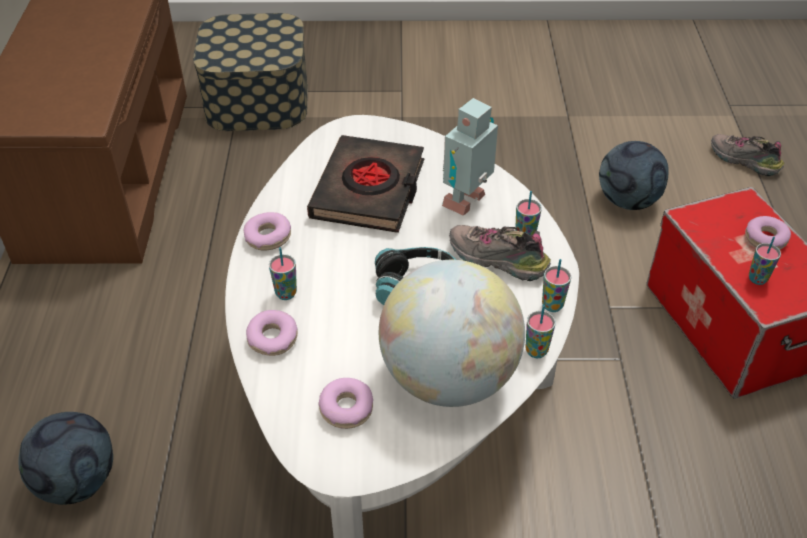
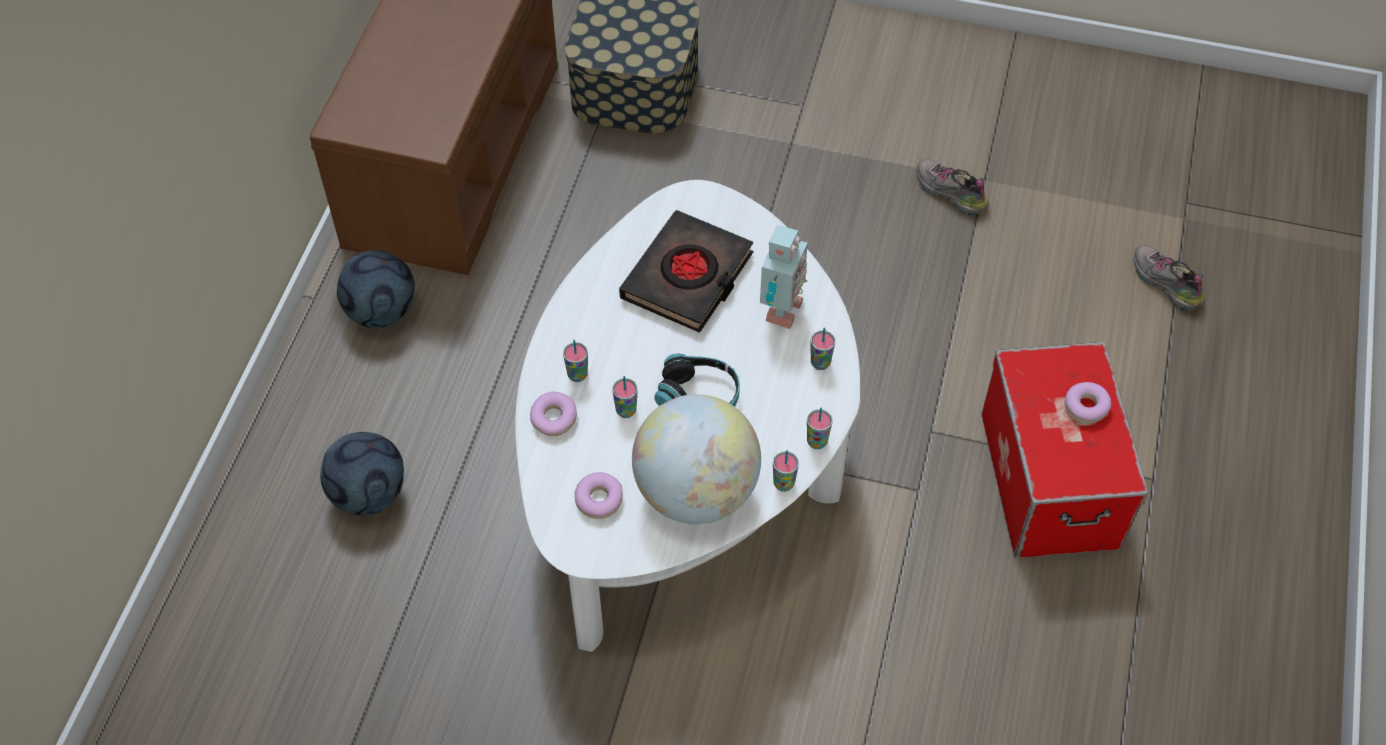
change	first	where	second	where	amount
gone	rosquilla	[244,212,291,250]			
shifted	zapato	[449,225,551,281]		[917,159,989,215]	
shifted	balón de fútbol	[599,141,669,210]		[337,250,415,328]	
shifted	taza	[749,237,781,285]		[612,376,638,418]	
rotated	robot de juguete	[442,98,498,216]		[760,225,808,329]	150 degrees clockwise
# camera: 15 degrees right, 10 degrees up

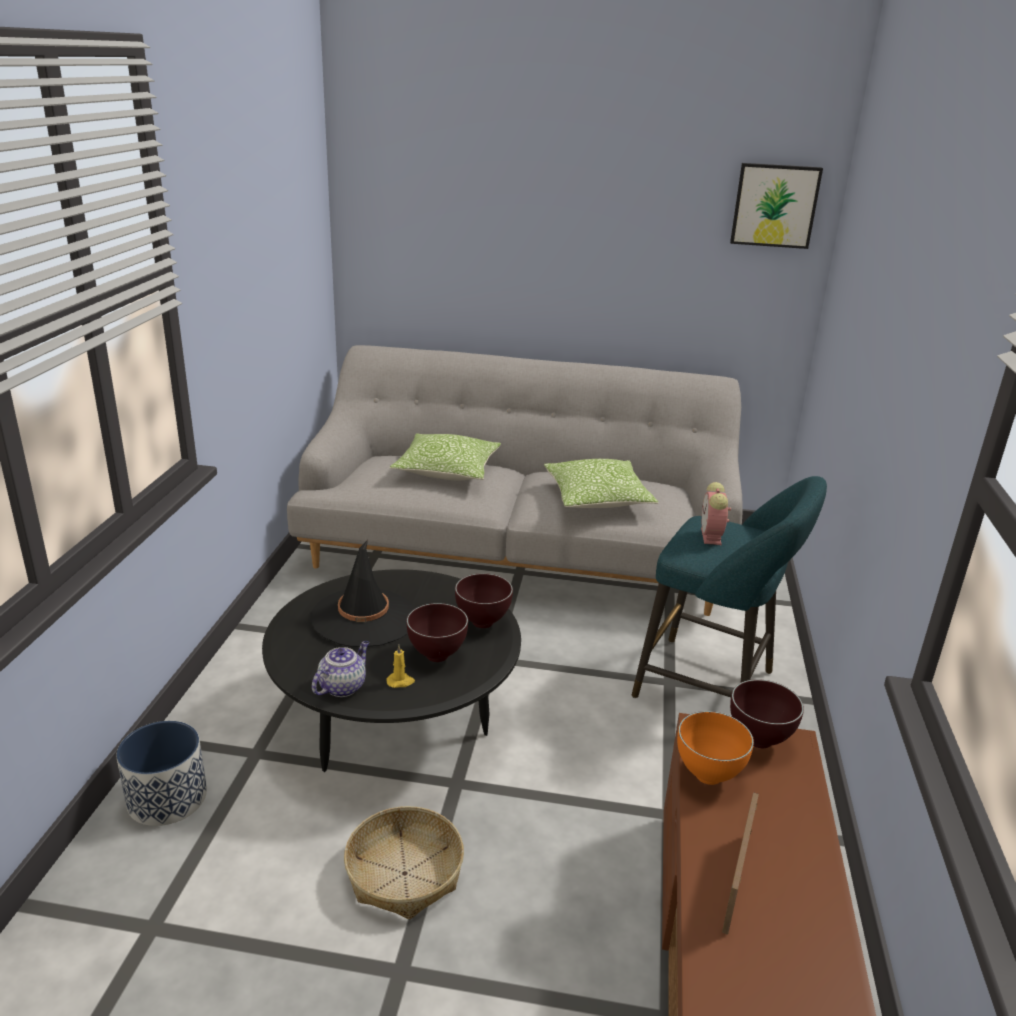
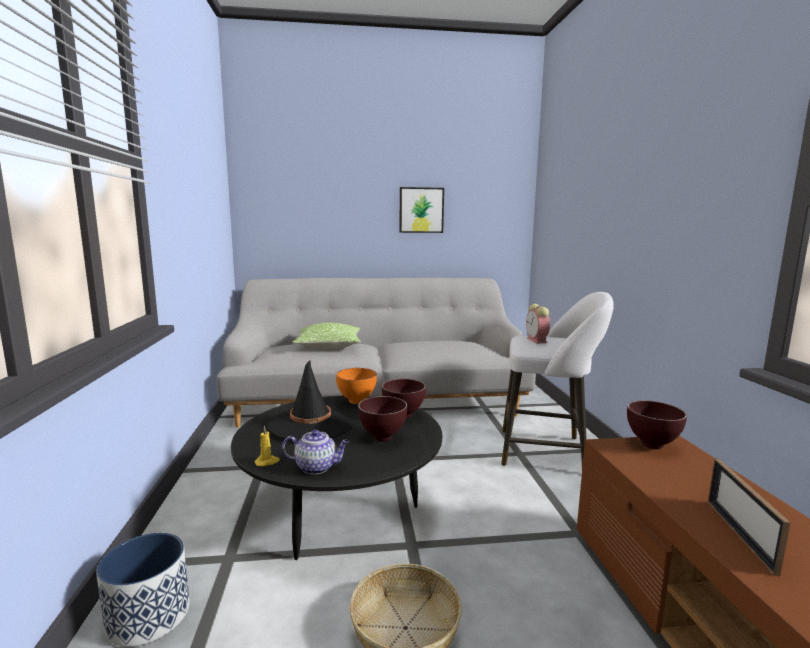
change	first	where	second	where	amount
gone	cojín	[544,459,658,508]			
shifted	vela (amarillo)	[387,645,415,688]		[255,425,280,466]	
shifted	cuenco (naranja)	[677,711,754,785]		[336,368,377,404]	
shifted	cuadro	[730,163,823,249]		[400,187,444,233]	
repainted	taburete (turquesa)	[632,476,827,698]	taburete (blanco)	[501,292,614,466]	
rotated	tetera	[312,641,369,697]		[282,430,349,474]	75 degrees clockwise
# camera: 15 degrees left, 15 degrees down

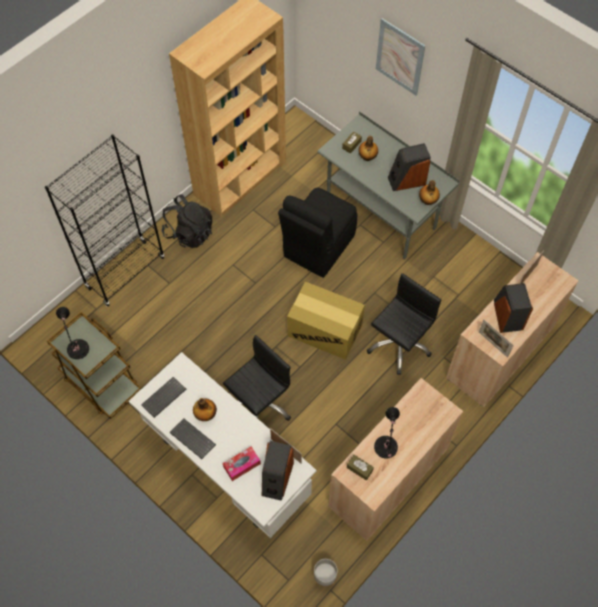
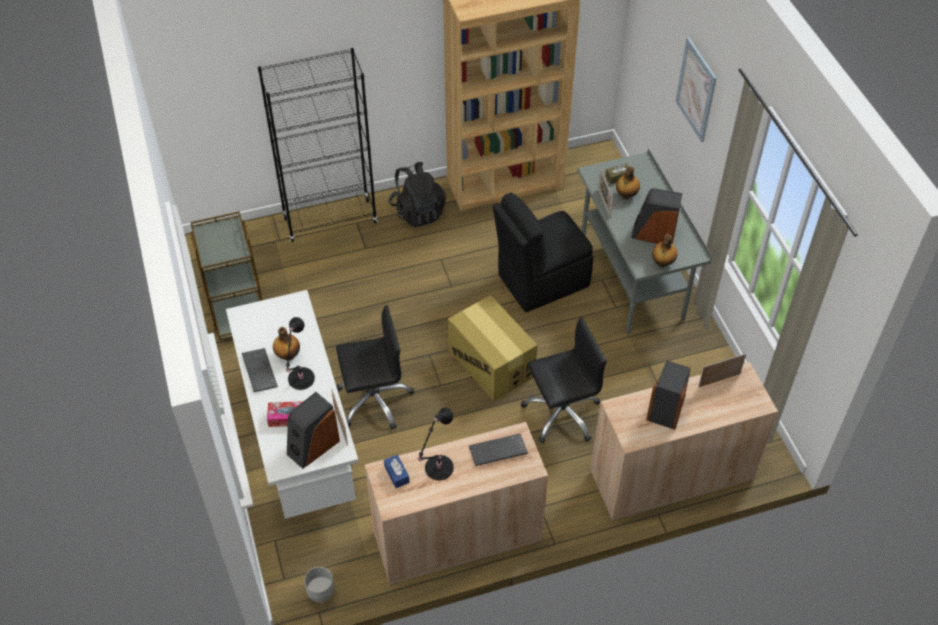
change	first	where	second	where	amount
shifted	lámpara de mesa (negro)	[56,307,89,359]		[286,317,315,390]	
shifted	teclado	[141,377,186,418]		[469,434,528,466]	
shifted	portarretratos	[479,320,514,358]		[598,168,613,218]	
repainted	caja de pañuelos (marrón)	[347,455,374,480]	caja de pañuelos (azul)	[384,454,410,488]	
# camera: 30 degrees right, 10 degrees down

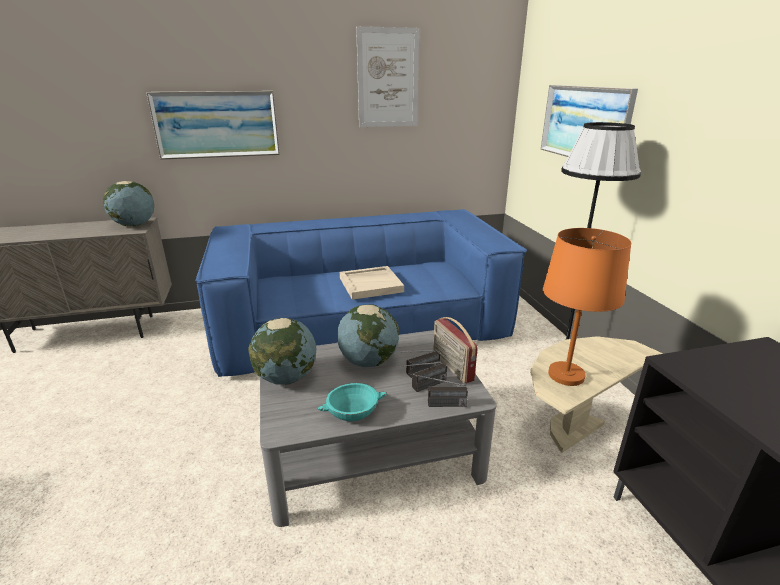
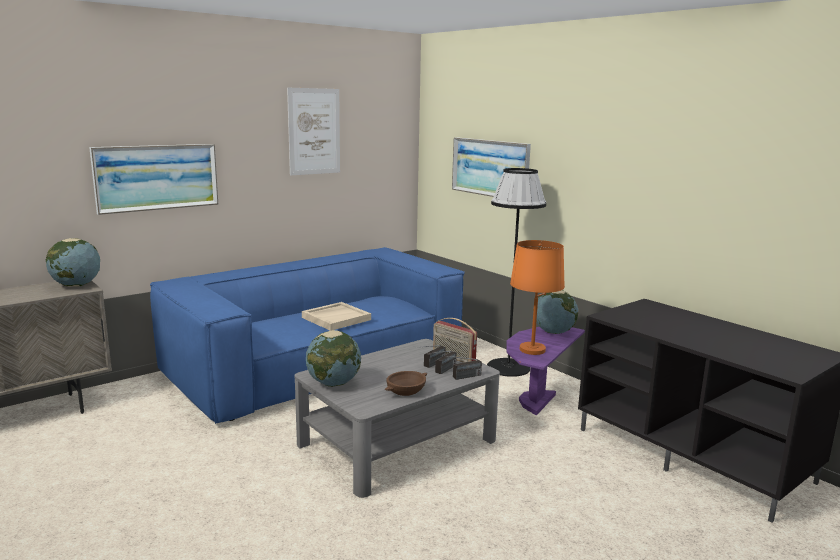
change	first	where	second	where	amount
shifted	globo terráqueo	[337,305,399,367]		[533,290,578,334]	
repainted	cuenco (turquesa)	[317,383,387,421]	cuenco (marrón)	[385,371,427,396]	
repainted	mesa auxiliar (beis)	[530,336,663,453]	mesa auxiliar (morado)	[507,327,585,415]	
# camera: 25 degrees left, 10 degrees down

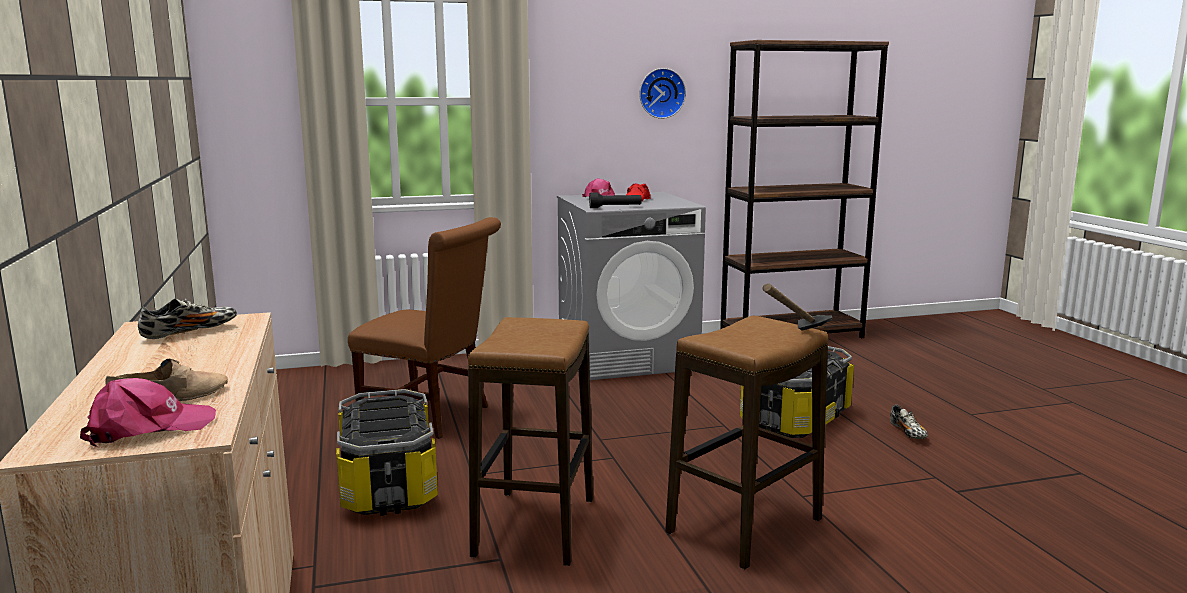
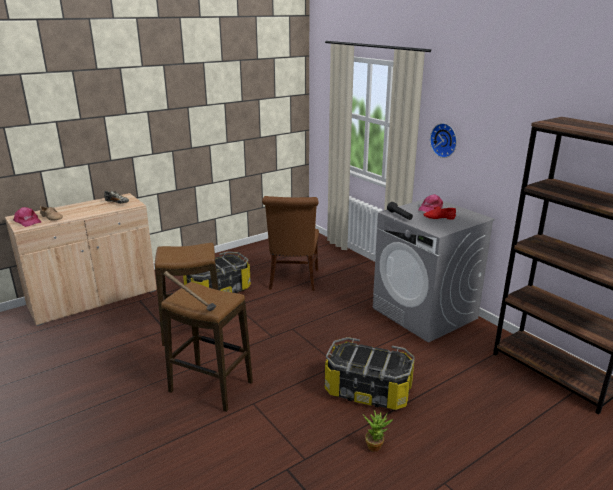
change	first	where	second	where	amount
shifted	reloj de pared	[639,68,686,119]		[430,123,457,158]	
swapped	zapato	[890,405,928,439]	planta en maceta	[362,410,393,452]	
# camera: 70 degrees right, 10 degrees up

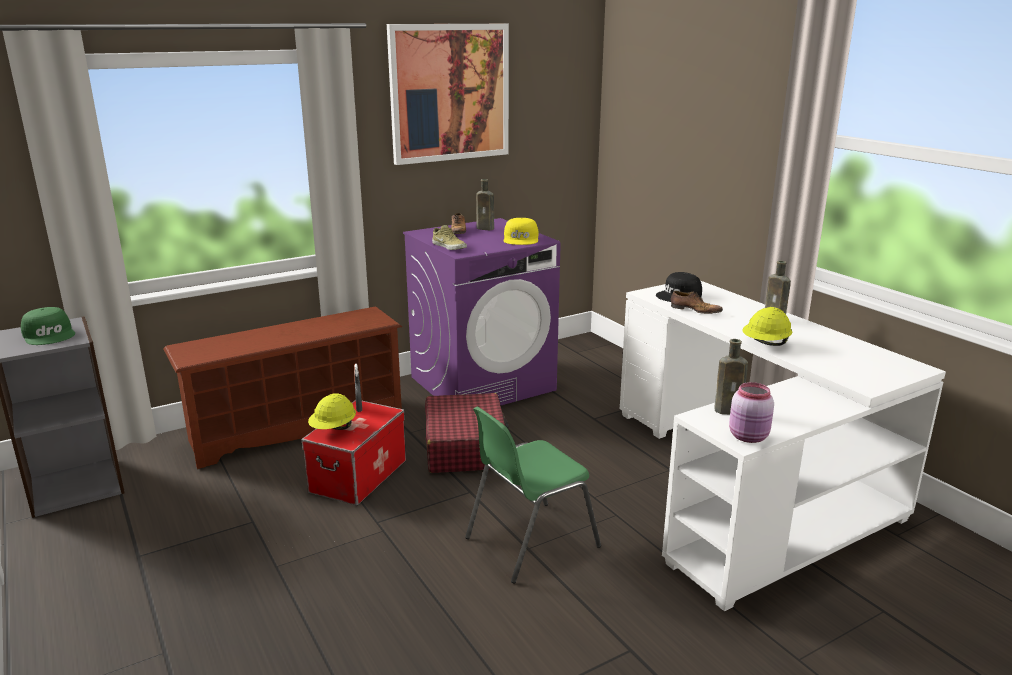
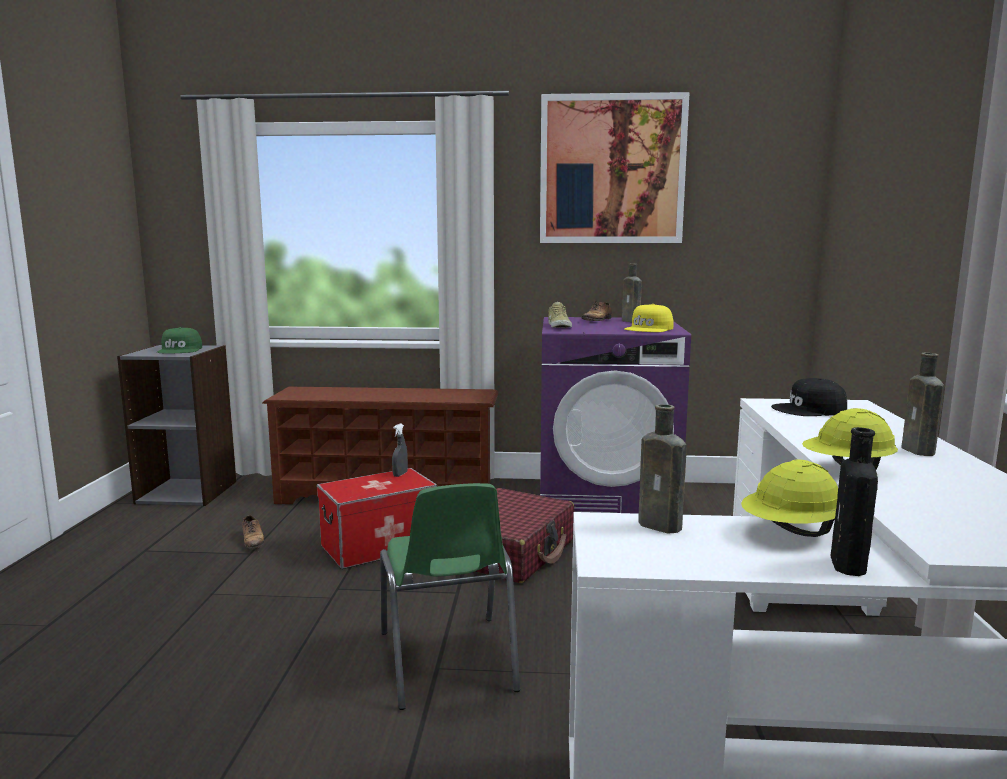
change	first	where	second	where	amount
gone	tarro (rosa)	[729,382,774,443]			
new			botella (negro)	[831,427,878,576]	
shifted	casco (amarillo)	[308,393,356,430]		[741,460,838,537]	
shifted	zapato	[671,291,723,314]		[242,515,265,549]	
rotated	silla (verde)	[465,407,601,583]		[380,483,520,710]	105 degrees counterclockwise
# camera: 35 degrees right, 10 degrees down

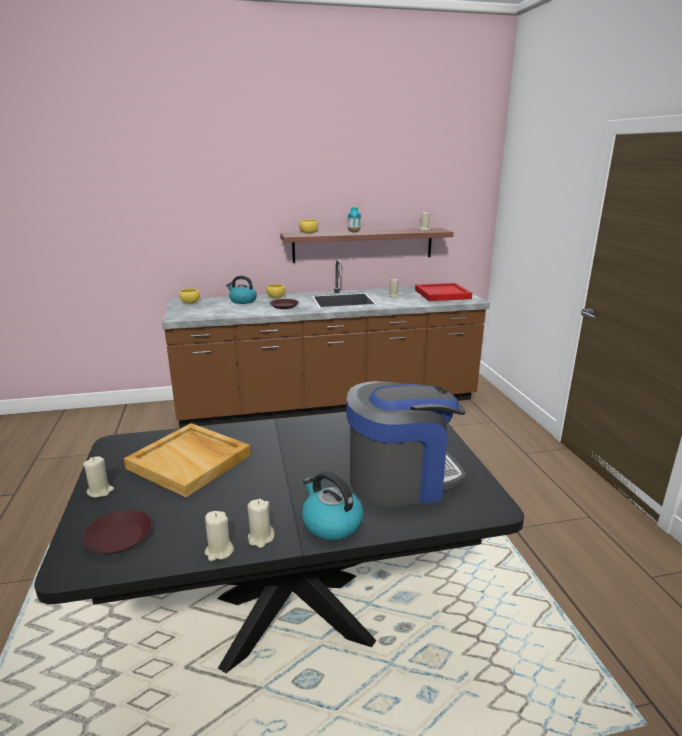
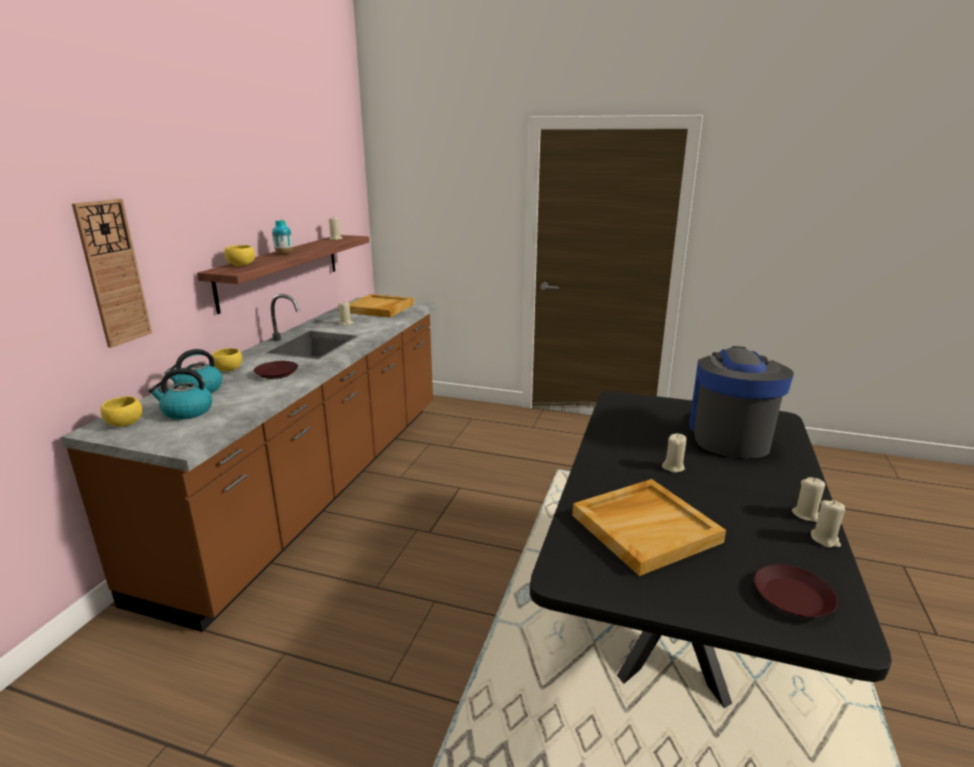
change	first	where	second	where	amount
new			reloj de pared	[72,199,152,348]	
shifted	vela (beis)	[83,456,114,498]		[662,433,687,473]	
shifted	hervidor	[302,471,363,540]		[148,368,212,420]	
repainted	bandeja (rojo)	[415,283,472,301]	bandeja (beis)	[349,294,414,317]	
# camera: 60 degrees left, 0 degrees up

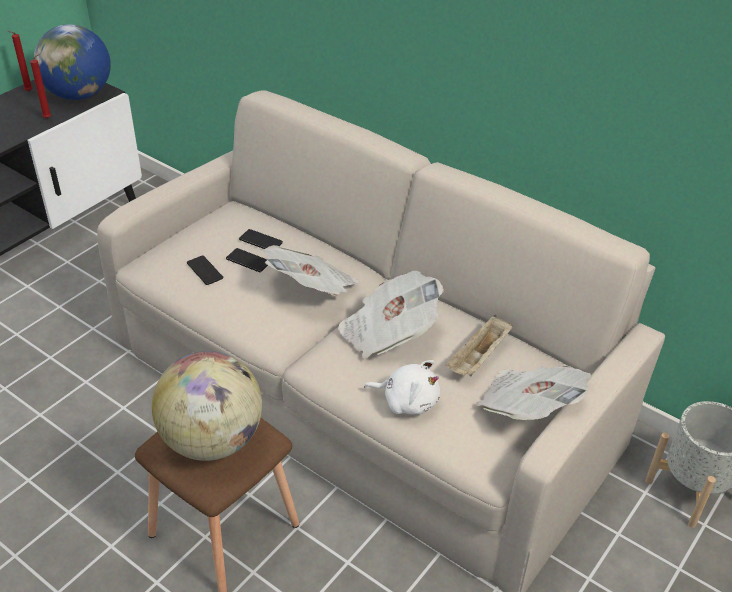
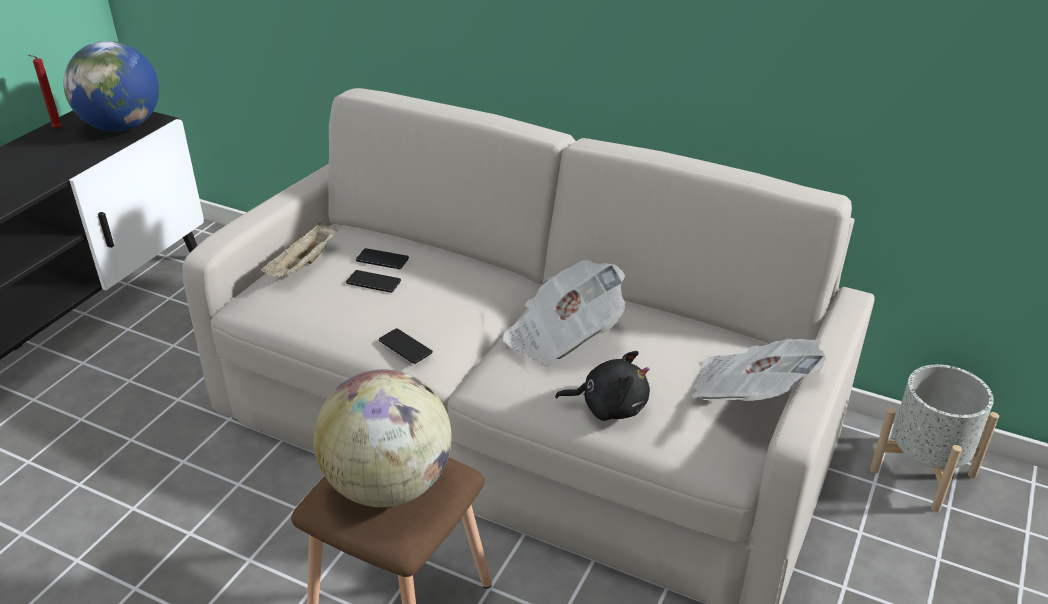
change	first	where	second	where	amount
gone	vela (rojo)	[30,54,51,119]			
gone	periódico	[263,245,360,296]			
shifted	móvil	[187,255,223,285]		[379,328,433,364]	
shifted	bandeja (beis)	[445,315,513,376]		[261,222,338,277]	
repainted	peluche (blanco)	[364,360,440,415]	peluche (negro)	[555,351,650,421]	
# camera: 10 degrees left, 5 degrees down

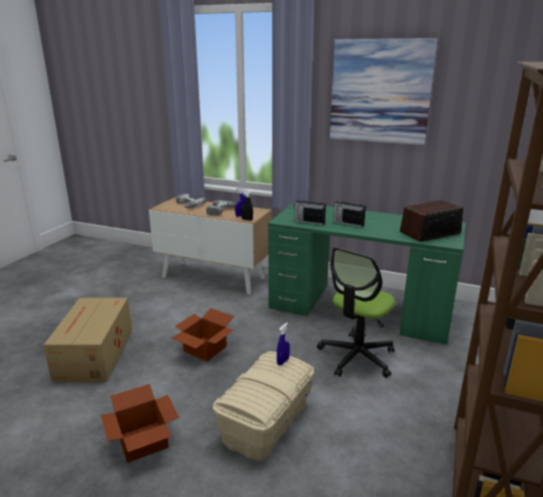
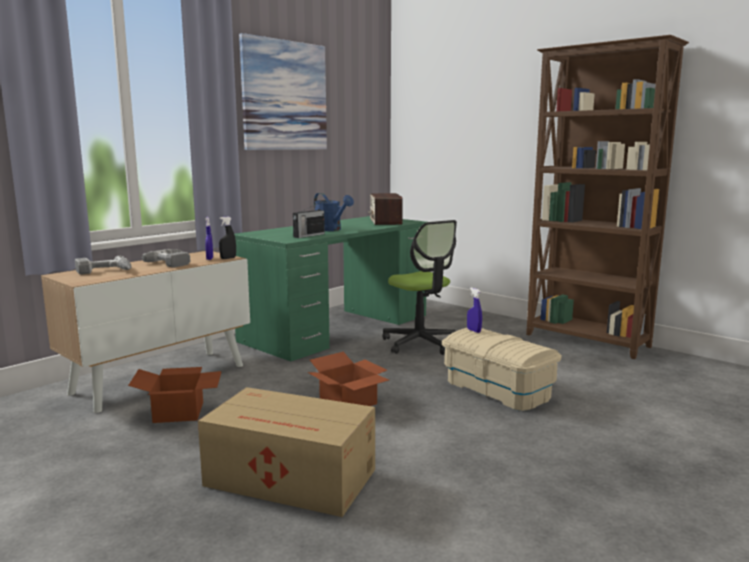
change	first	where	second	where	amount
shifted	caja de cartón	[101,384,179,463]		[128,367,222,423]	
swapped	radio	[333,200,366,227]	regadera (azul)	[314,193,354,231]	
# camera: 70 degrees left, 10 degrees down

